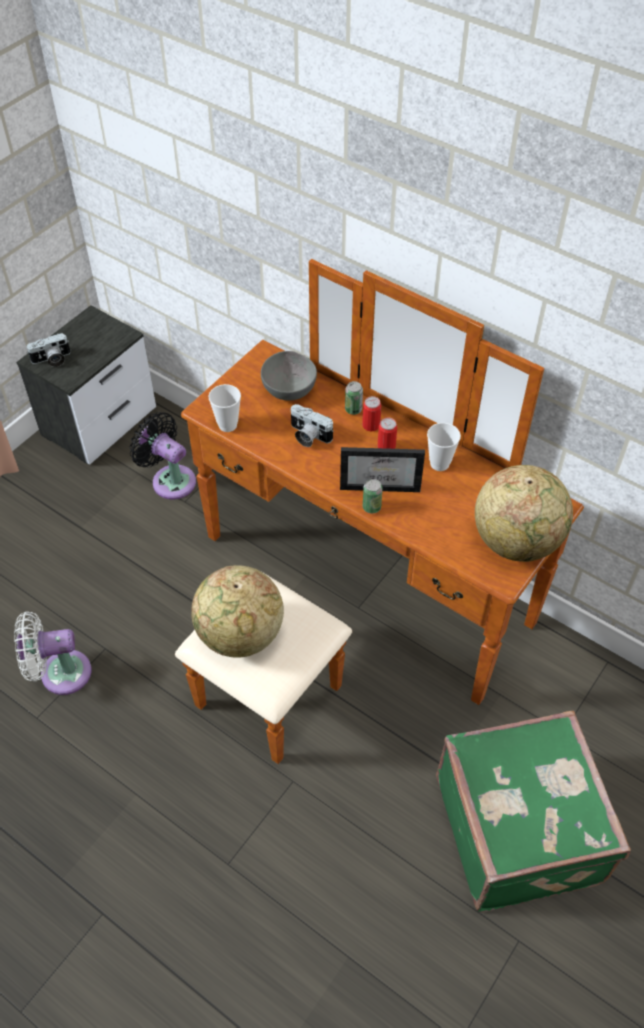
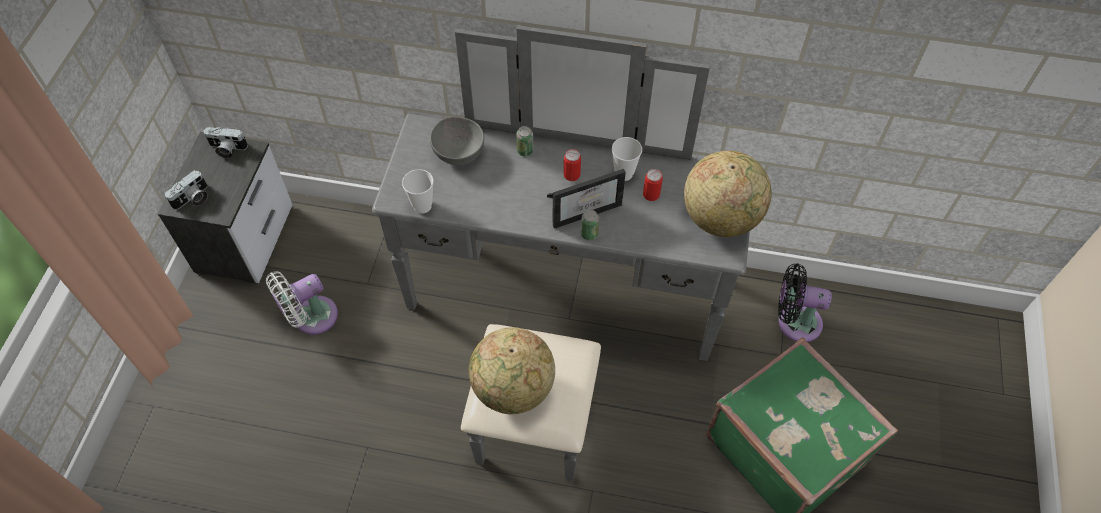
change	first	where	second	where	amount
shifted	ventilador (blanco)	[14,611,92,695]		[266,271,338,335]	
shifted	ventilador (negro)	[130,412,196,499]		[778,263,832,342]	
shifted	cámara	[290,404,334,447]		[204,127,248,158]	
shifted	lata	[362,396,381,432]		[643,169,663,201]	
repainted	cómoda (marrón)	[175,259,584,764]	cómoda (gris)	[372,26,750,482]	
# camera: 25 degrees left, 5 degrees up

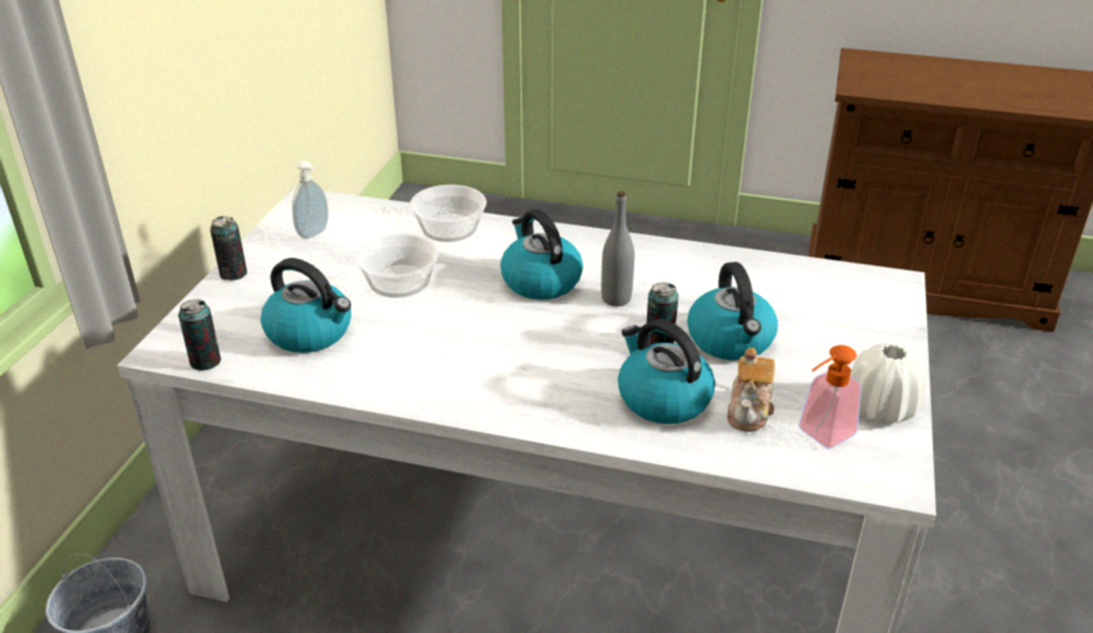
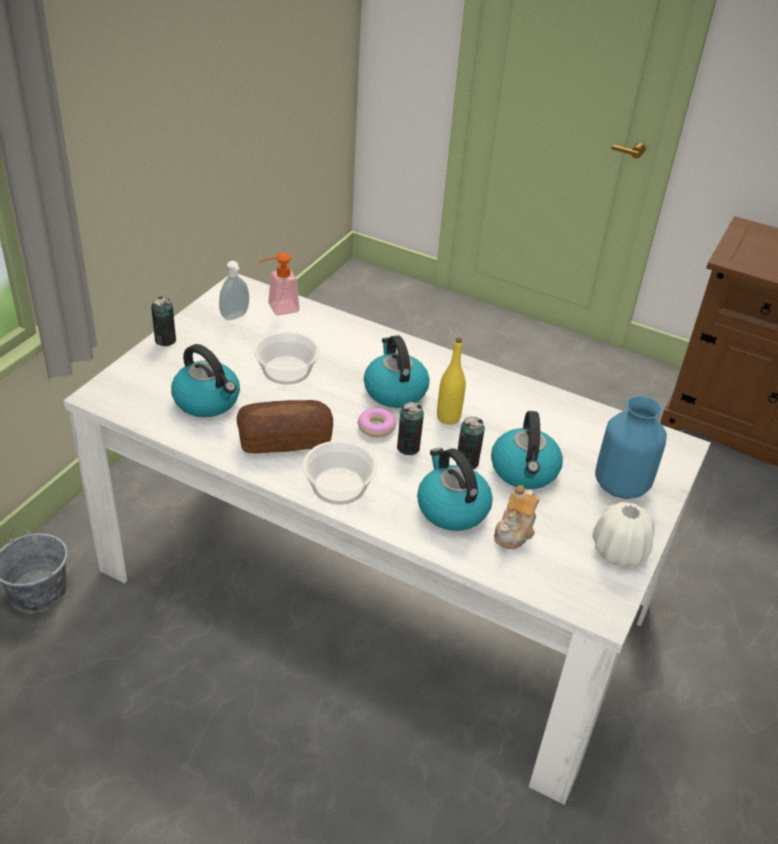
change	first	where	second	where	amount
new			pan	[237,400,333,454]	
new			rosquilla	[357,408,396,437]	
new			florero (azul)	[595,396,667,499]	
shifted	lata	[178,299,221,371]		[397,402,424,455]	
shifted	cuenco	[410,185,487,242]		[302,441,377,505]	
shifted	dispensador de jabón	[798,345,862,449]		[258,253,300,316]	
repainted	botella (gris)	[601,191,635,307]	botella (amarillo)	[437,338,466,425]	
# camera: 10 degrees right, 5 degrees up

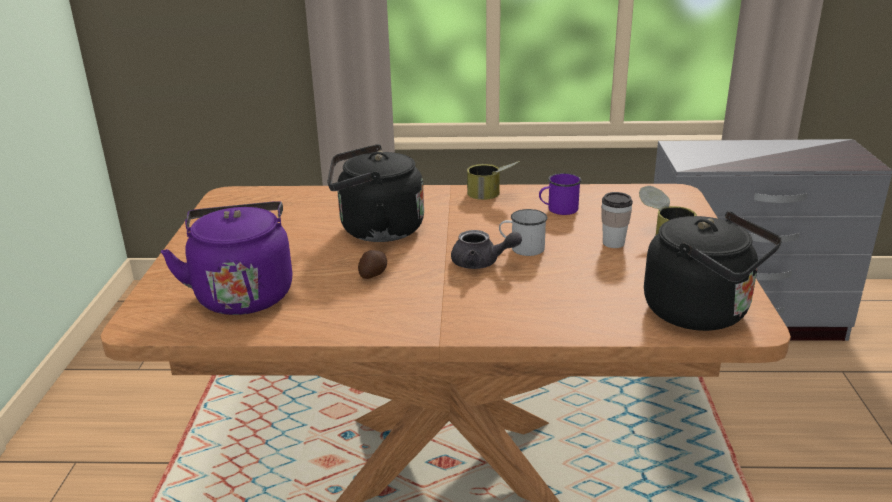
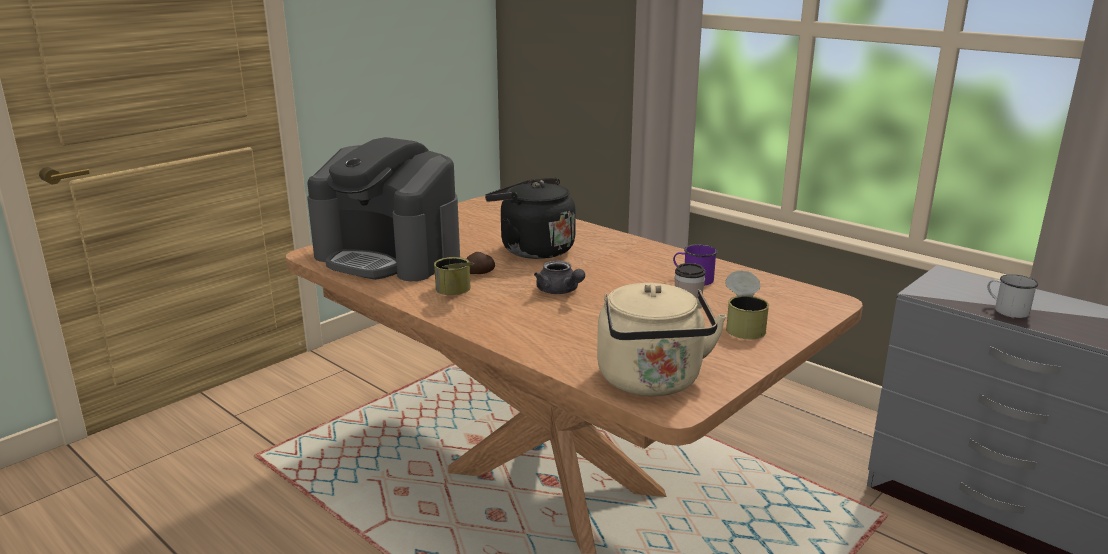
change	first	where	second	where	amount
shifted	lata	[467,161,520,200]		[434,257,474,295]	
shifted	taza grande (blanco)	[499,209,547,256]		[987,274,1038,318]	
swapped	hervidor (morado)	[161,201,292,315]	cafetera	[307,137,460,281]	
repainted	hervidor (negro)	[644,211,782,331]	hervidor (beis)	[597,283,727,397]	
# camera: 40 degrees right, 5 degrees down

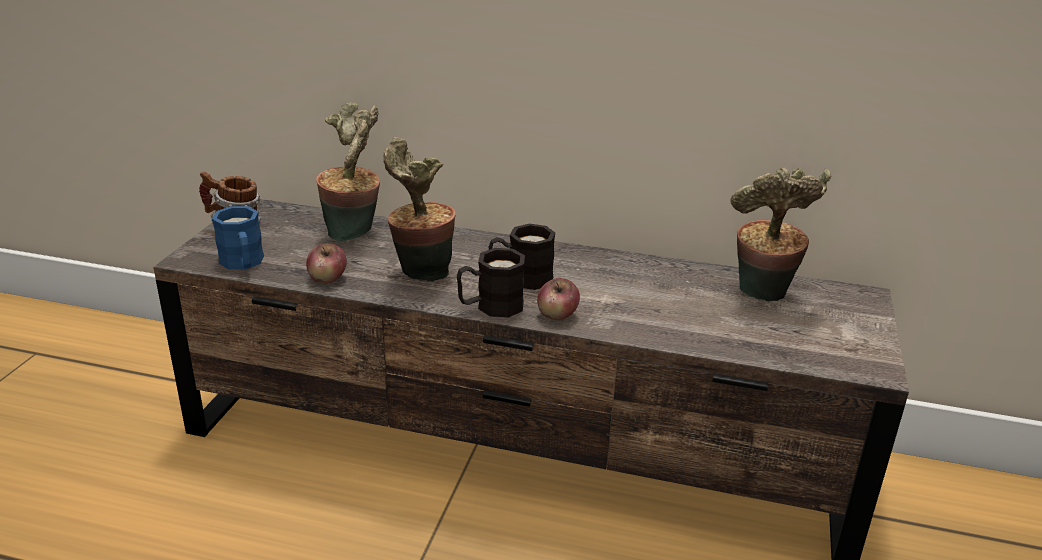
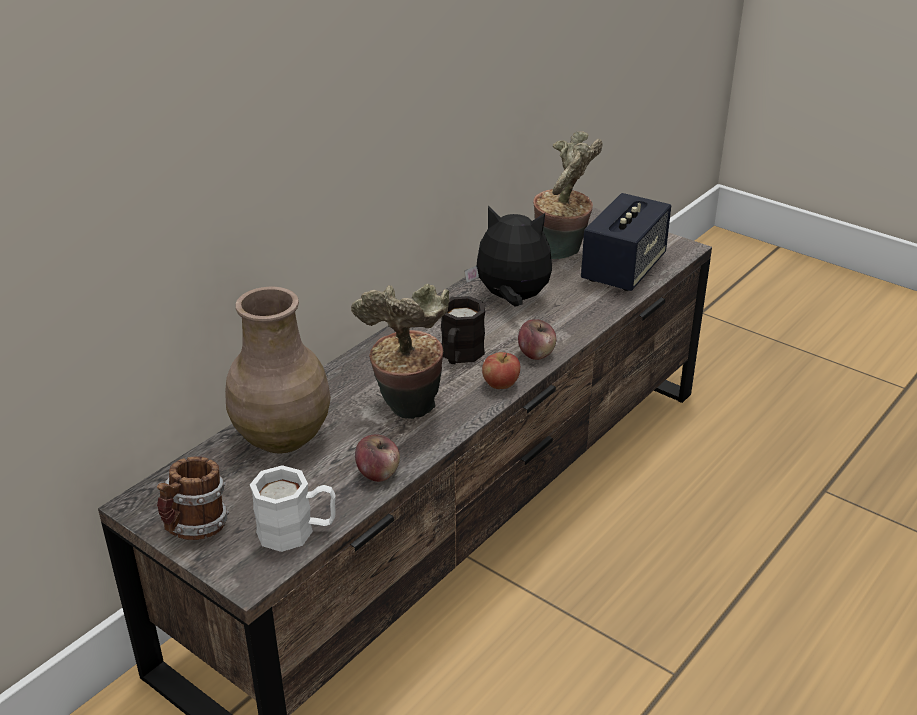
change	first	where	second	where	amount
new			peluche	[465,205,552,307]	
new			altavoz	[581,193,671,291]	
swapped	planta en maceta	[316,102,380,242]	florero (marrón)	[225,287,331,453]	
swapped	taza grande (negro)	[457,248,525,317]	manzana	[482,352,520,389]	
repainted	taza grande (azul)	[212,206,264,270]	taza grande (blanco)	[250,465,336,552]	
# camera: 65 degrees left, 5 degrees up

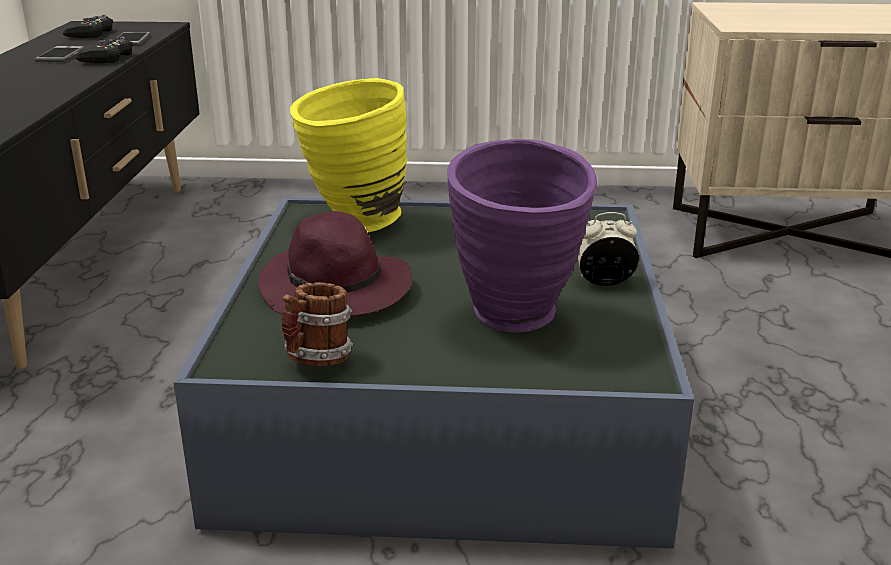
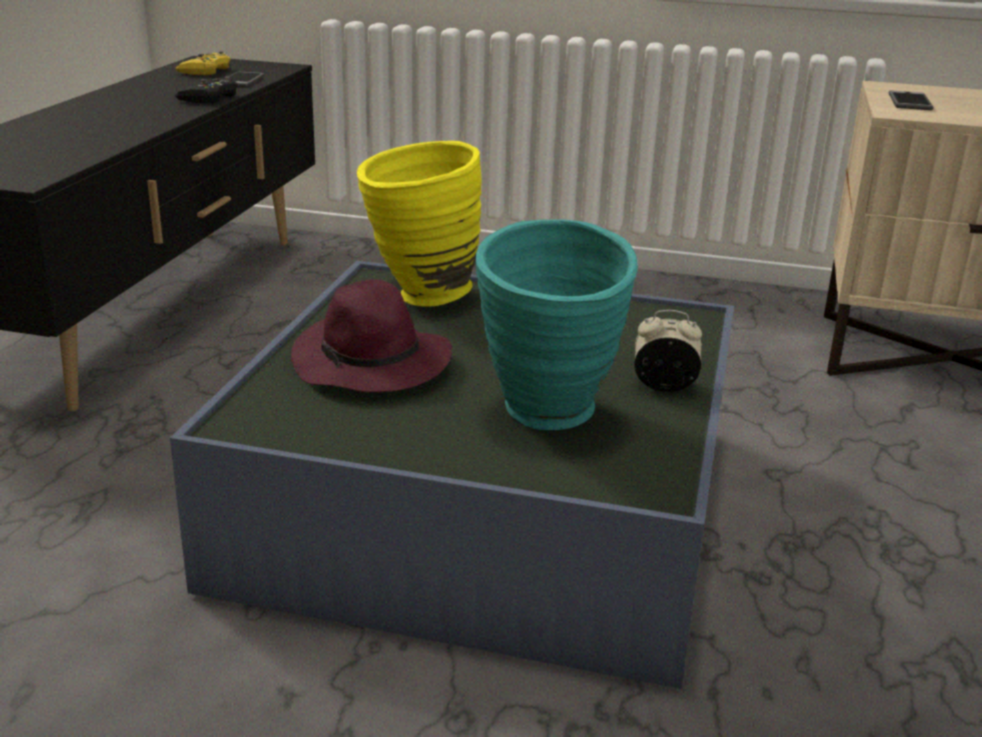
change	first	where	second	where	amount
gone	taza grande	[281,282,353,366]			
shifted	móvil	[34,46,85,62]		[888,90,934,110]	
repainted	mando de consola (negro)	[62,15,113,38]	mando de consola (amarillo)	[175,51,230,75]	
repainted	florero (morado)	[447,139,597,333]	florero (turquesa)	[476,219,638,430]	
# camera: 10 degrees right, 0 degrees up

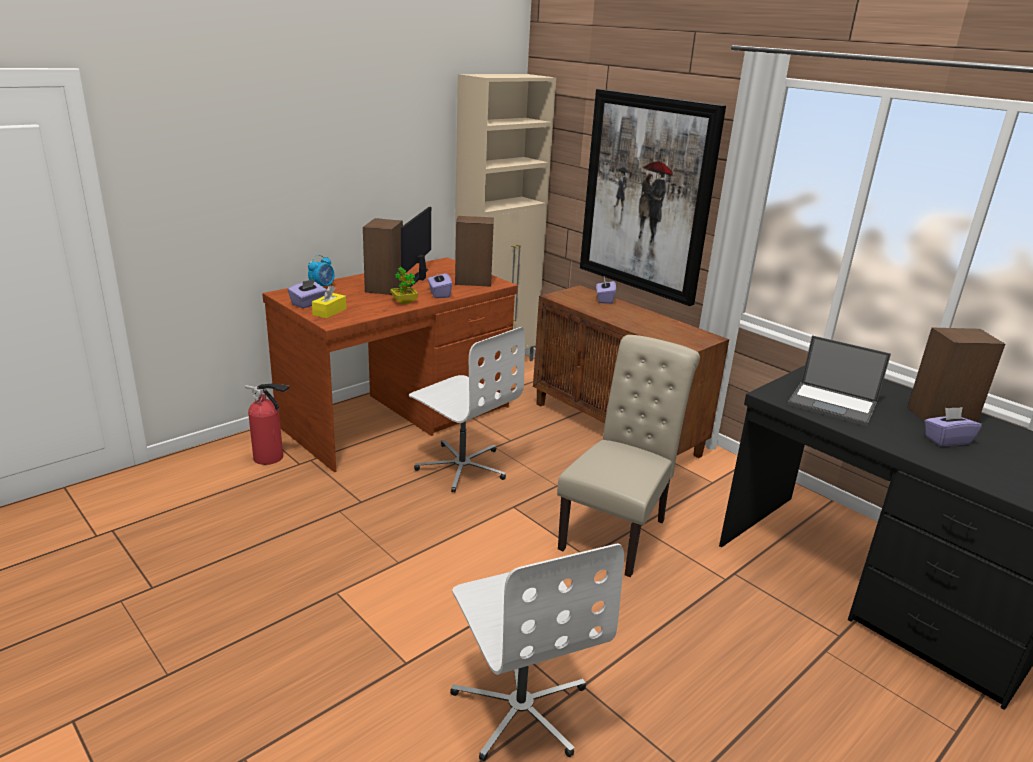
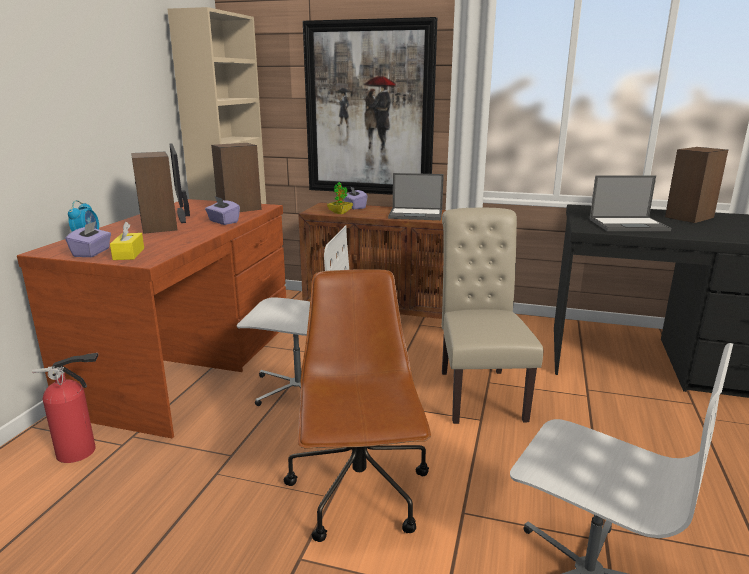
change	first	where	second	where	amount
gone	caja de pañuelos (morado)	[924,407,982,446]			
new			silla de oficina (marrón)	[283,269,431,542]	
new			portátil	[388,173,444,220]	
shifted	planta en maceta	[390,267,418,304]		[327,182,353,214]	
# camera: 30 degrees left, 5 degrees down

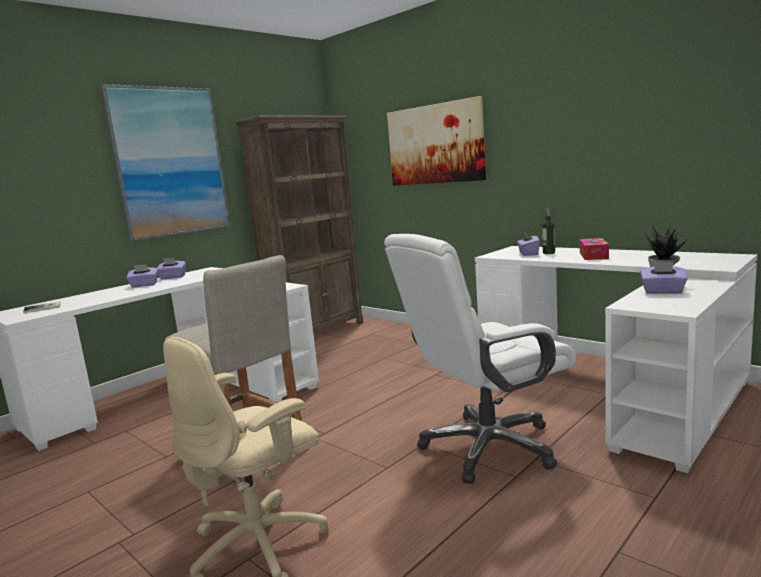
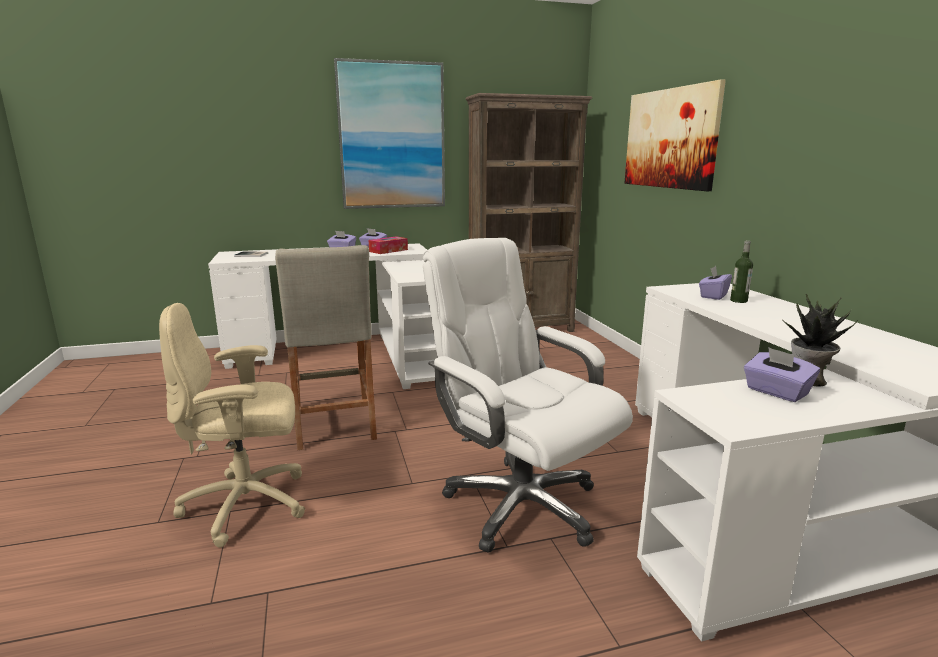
change	first	where	second	where	amount
shifted	caja de pañuelos	[580,238,609,260]		[369,237,408,254]	
rotated	silla de oficina (blanco)	[384,234,576,484]		[423,238,633,552]	45 degrees clockwise
# camera: 30 degrees right, 5 degrees up

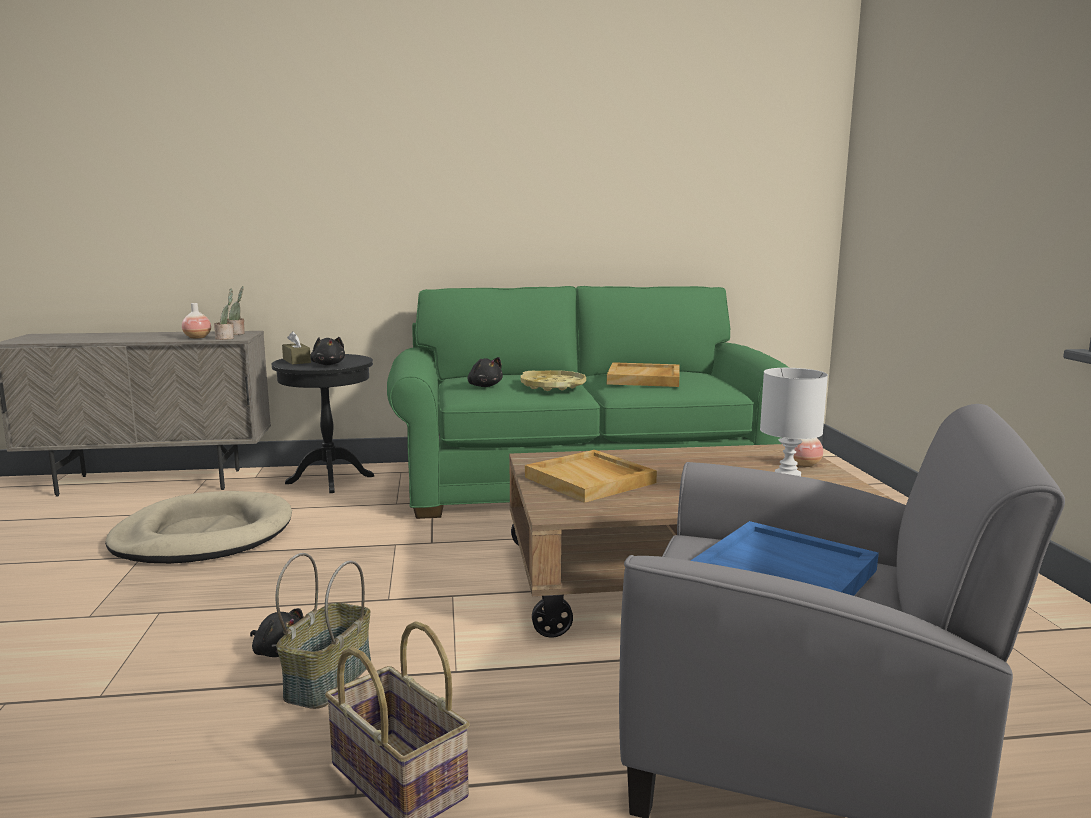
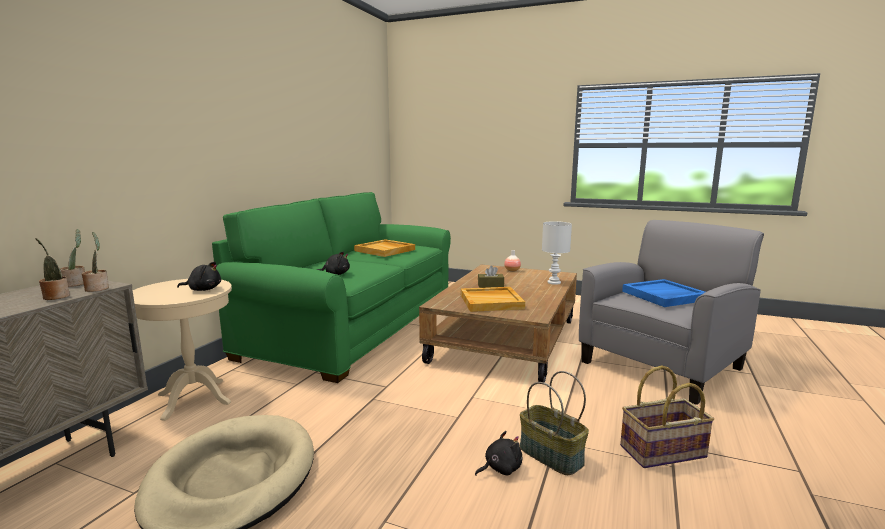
change	first	where	second	where	amount
gone	bandeja (amarillo)	[521,370,586,391]			
shifted	caja de pañuelos (marrón)	[282,331,311,365]		[478,266,504,288]	
swapped	florero	[182,303,211,339]	planta en maceta	[35,238,70,300]	
repainted	mesa auxiliar (negro)	[272,354,374,493]	mesa auxiliar (beis)	[133,279,232,421]	
# camera: 60 degrees left, 0 degrees up

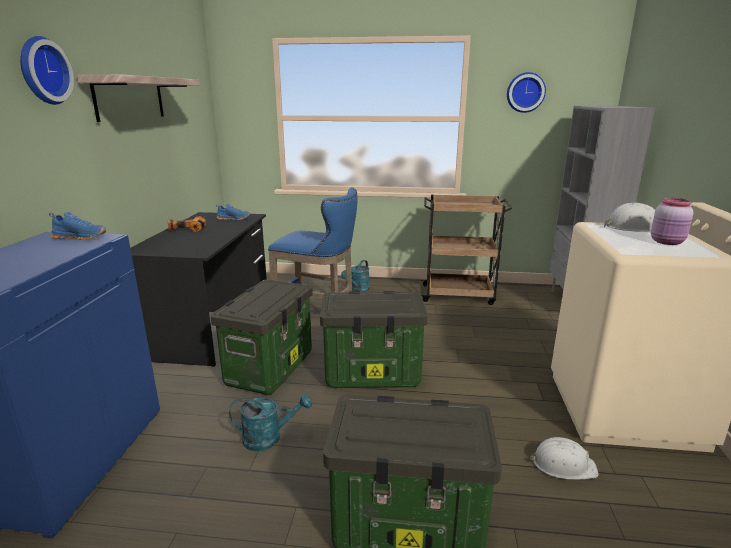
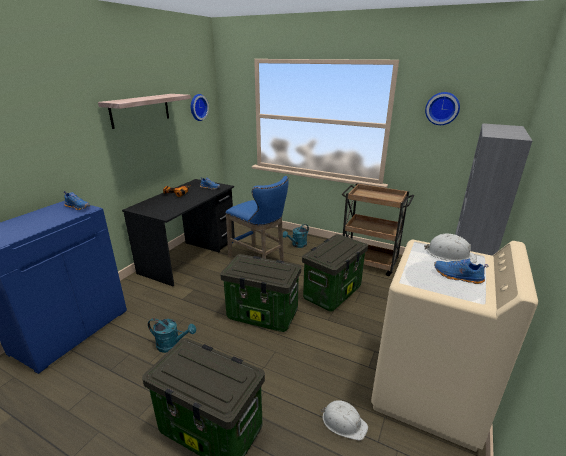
change	first	where	second	where	amount
shifted	reloj de pared	[20,36,74,105]		[191,94,209,121]	
shifted	caja de almacenaje	[210,280,313,395]		[302,234,368,312]	
swapped	tarro (rosa)	[651,198,693,245]	zapato (azul)	[434,258,488,284]	
# camera: 20 degrees right, 5 degrees up

